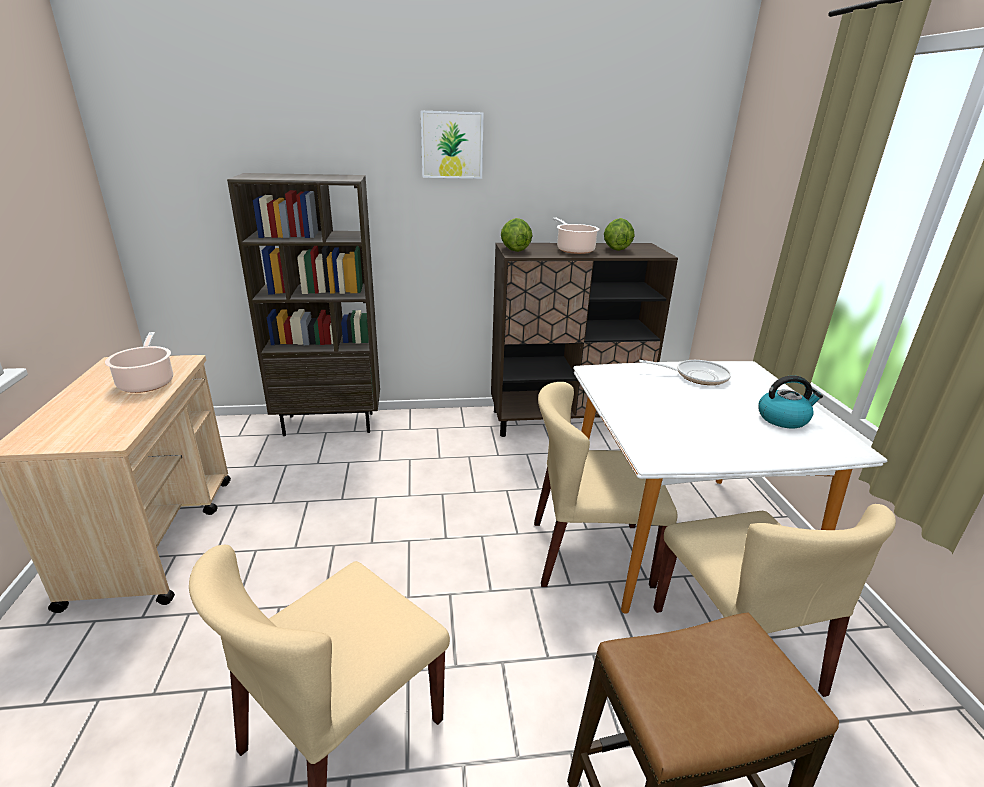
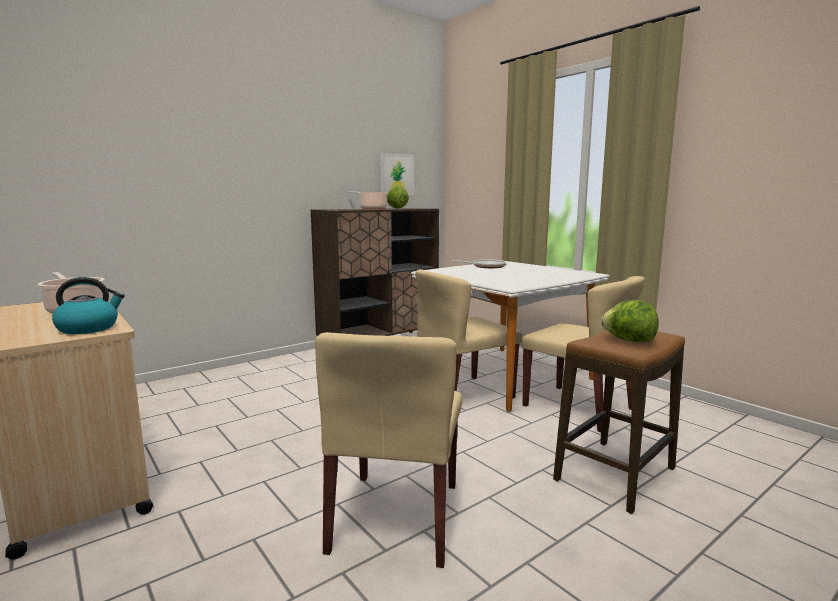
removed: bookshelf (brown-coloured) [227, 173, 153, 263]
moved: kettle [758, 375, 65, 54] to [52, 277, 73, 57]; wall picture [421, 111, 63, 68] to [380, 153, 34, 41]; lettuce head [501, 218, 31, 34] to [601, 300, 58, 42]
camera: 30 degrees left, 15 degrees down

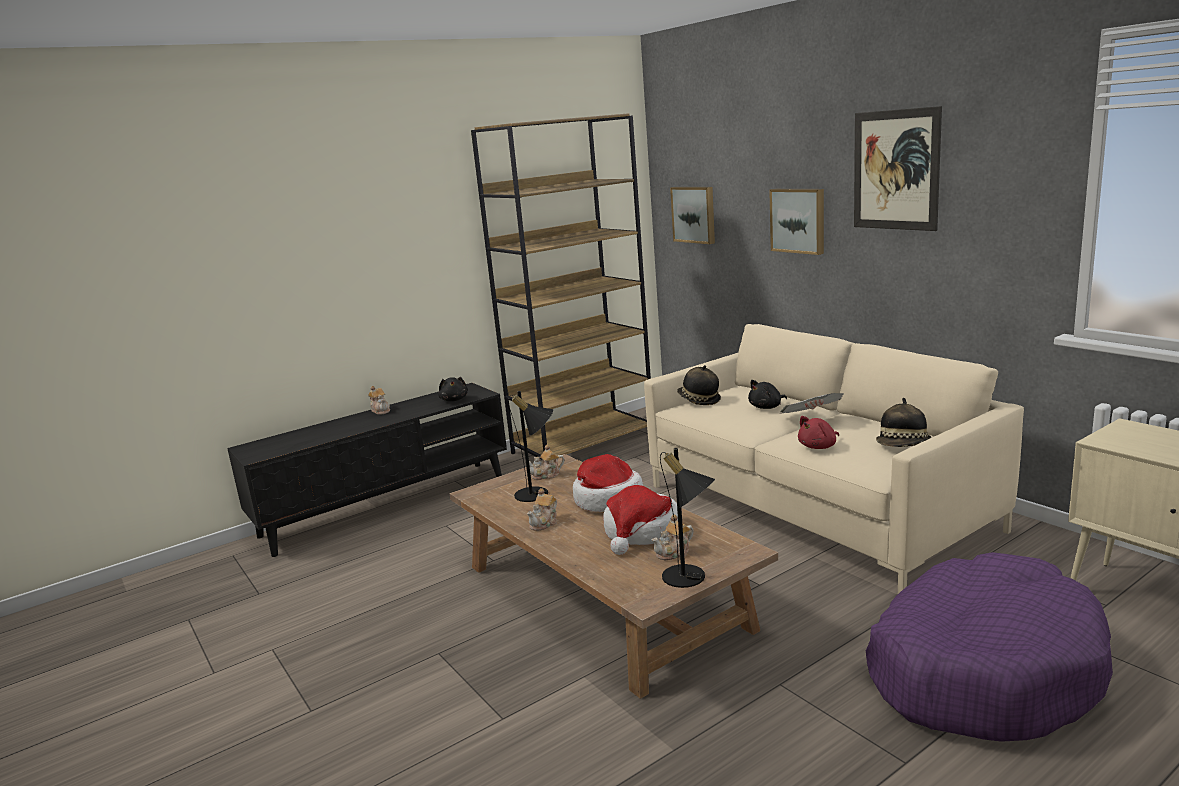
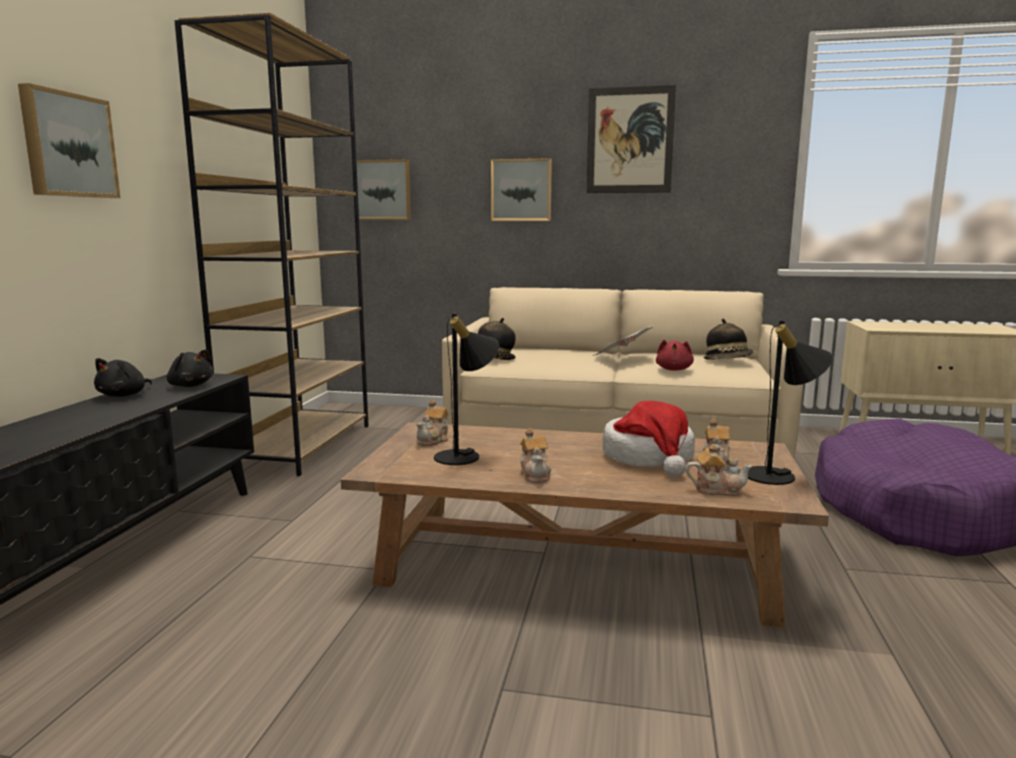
removed: wearable hat [573, 454, 70, 58]
added: wall picture [18, 83, 102, 115]
moved: soft toy (black) [748, 380, 39, 29] to [94, 358, 58, 39]; tea pot [368, 386, 22, 29] to [686, 444, 67, 52]
camera: 45 degrees left, 5 degrees down

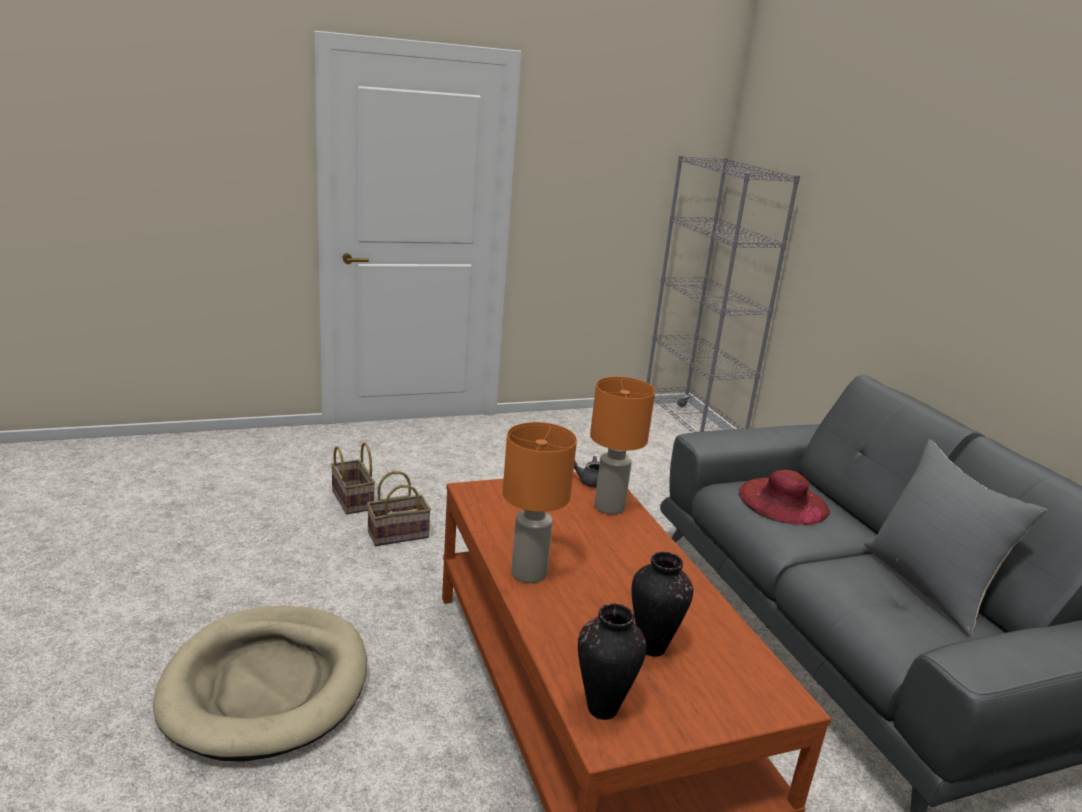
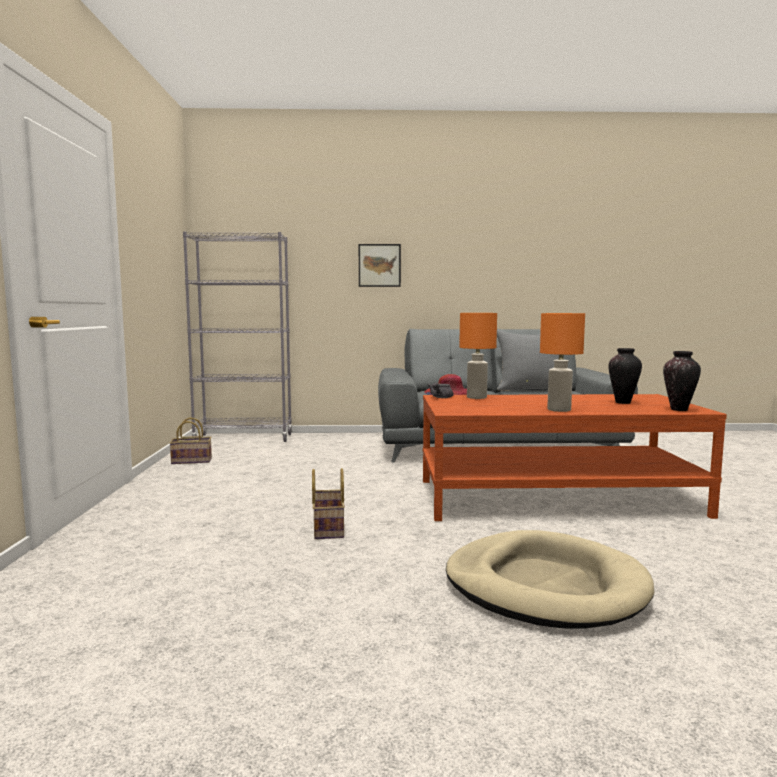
added: wall picture [359, 244, 42, 43]
moved: household basket [331, 442, 44, 72] to [169, 417, 43, 47]
camera: 70 degrees left, 15 degrees down

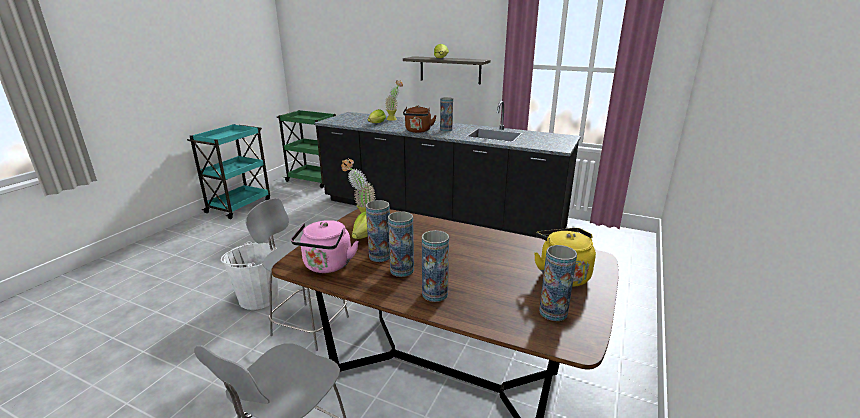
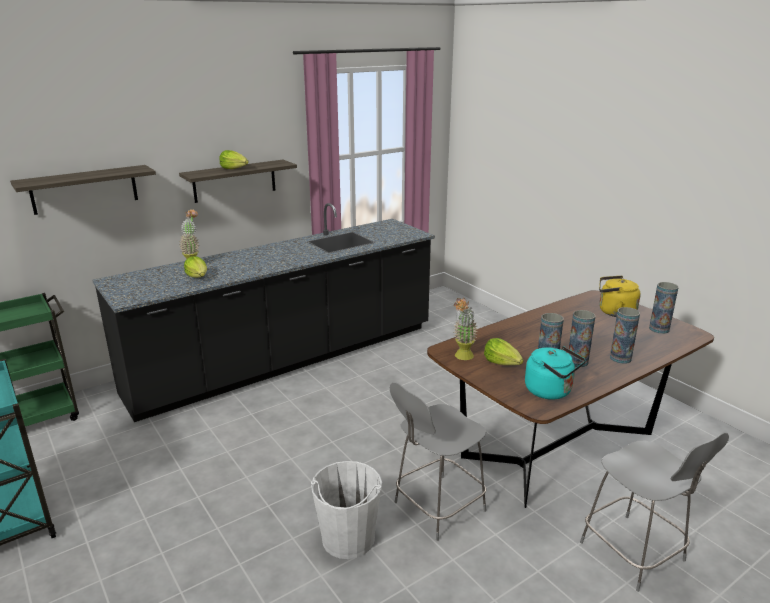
removed: kettle (brown-coloured) [403, 105, 34, 28]; decorative vase [440, 97, 13, 35]
added: shelf [10, 165, 146, 50]
recoloured: kettle (pink-coloured) [291, 220, 68, 53] to kettle (turquoise-coloured) [525, 346, 61, 54]
camera: 60 degrees left, 0 degrees up

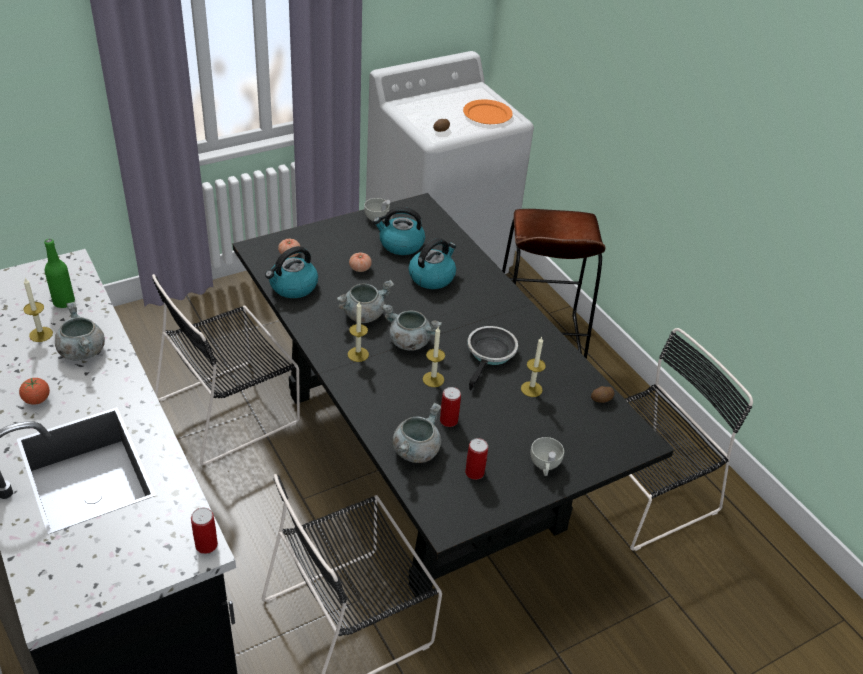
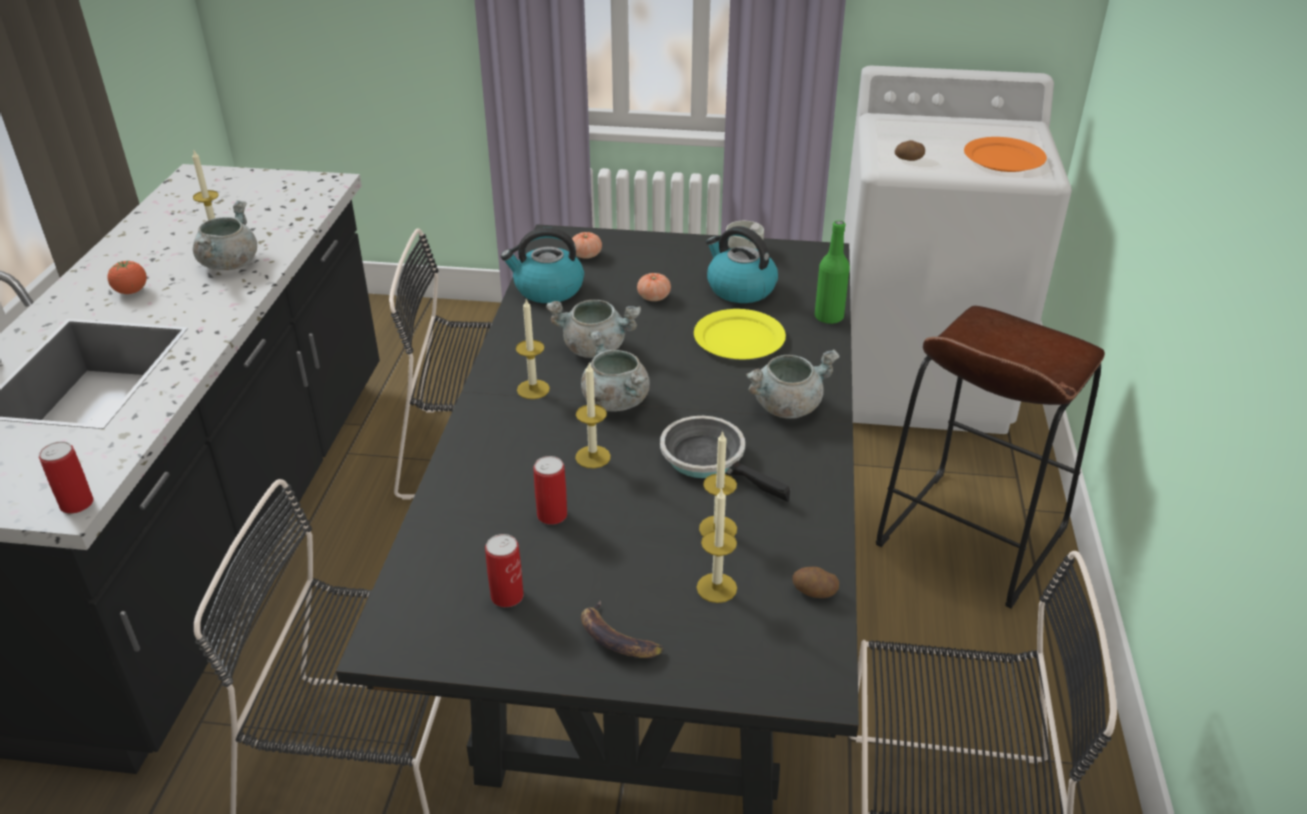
added: wax candle [697, 488, 40, 115]
moved: cooking pot (grey) [392, 403, 49, 60] to [746, 349, 94, 70]; drink bottle (greenish) [44, 239, 31, 69] to [815, 220, 35, 104]
replaced: cup (whitish) [530, 437, 34, 39] to banana [581, 600, 83, 58]; kettle [409, 238, 47, 51] to dinner plate (yellowish) [694, 309, 92, 50]
turned: skillet [468, 326, 50, 64] = [660, 416, 130, 86] 105 degrees counterclockwise
camera: 40 degrees right, 5 degrees down

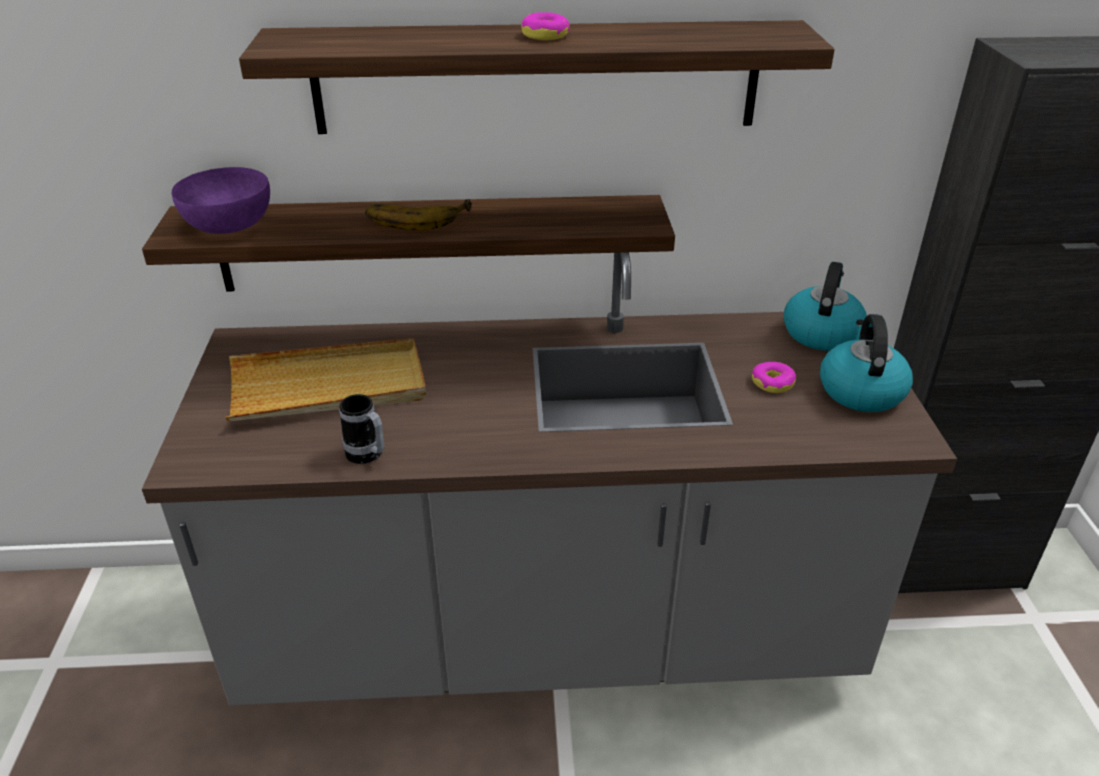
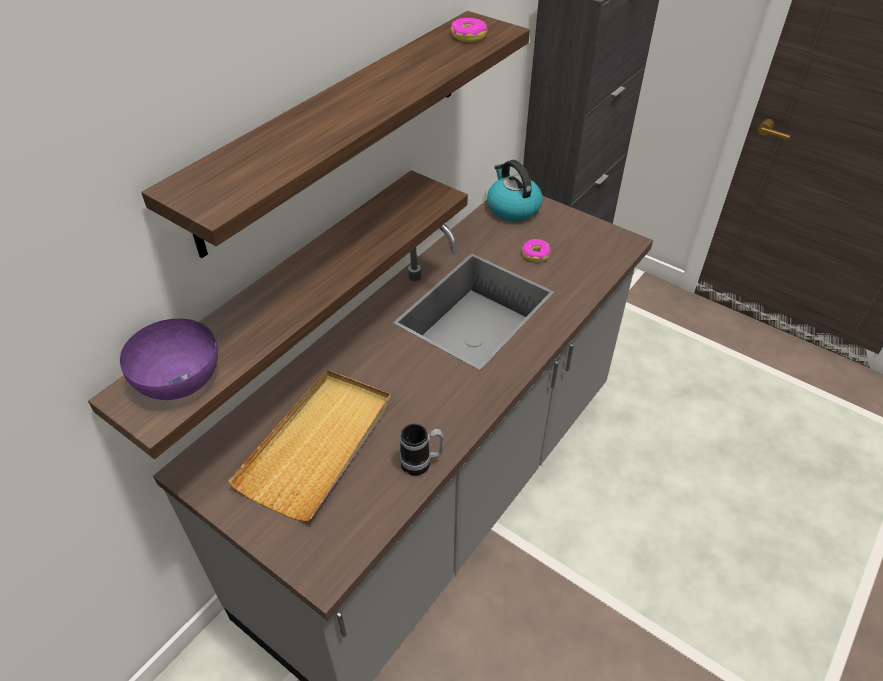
removed: banana [365, 199, 107, 31]; kettle [820, 314, 93, 98]
moved: doughnut [521, 12, 49, 28] to [451, 18, 36, 24]
camera: 50 degrees left, 10 degrees up

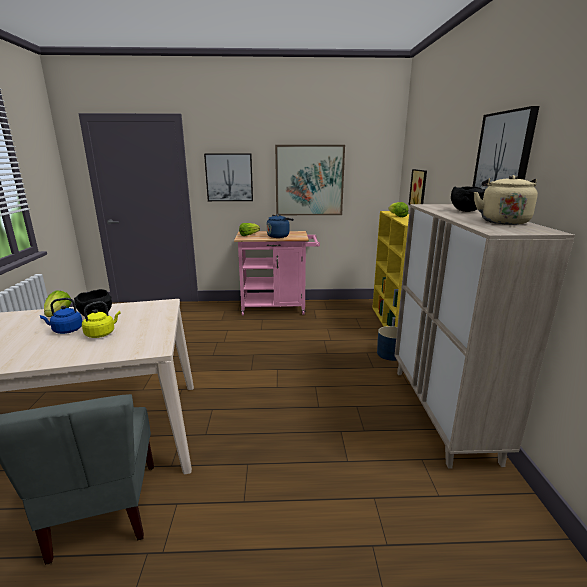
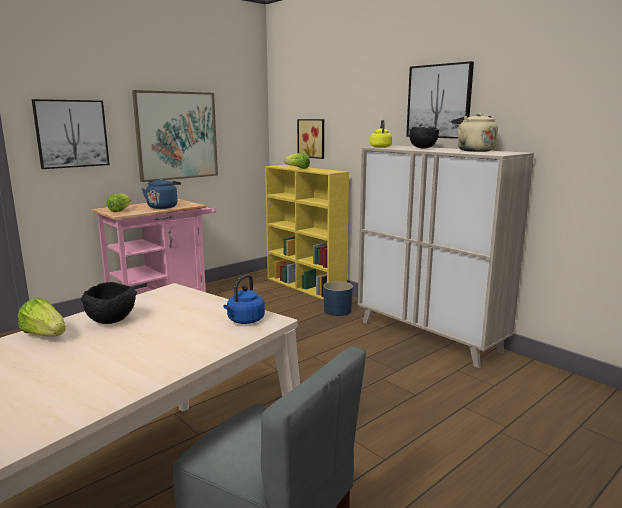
moved: kettle (bluish) [40, 298, 42, 36] to [223, 275, 42, 49]; kettle (yellowish) [82, 301, 39, 37] to [370, 119, 22, 29]
camera: 40 degrees left, 5 degrees down

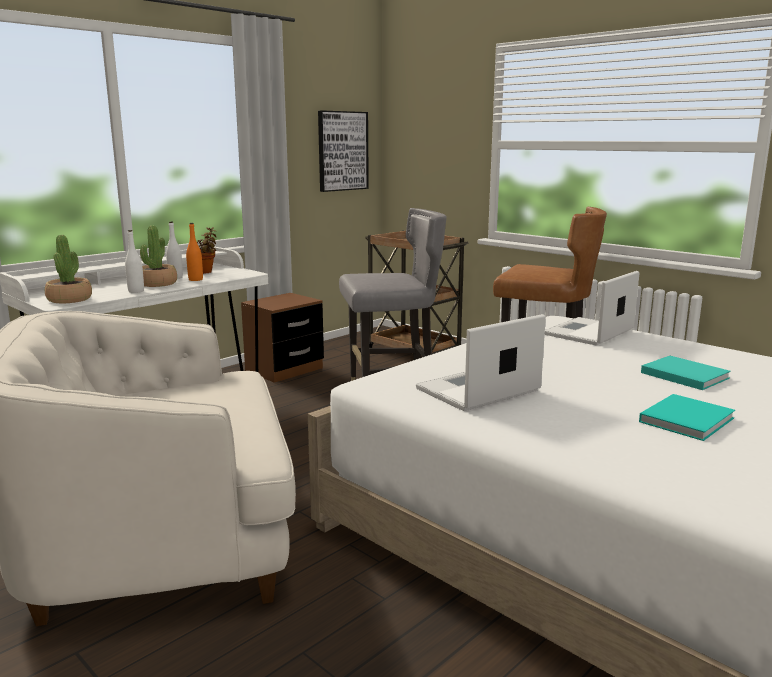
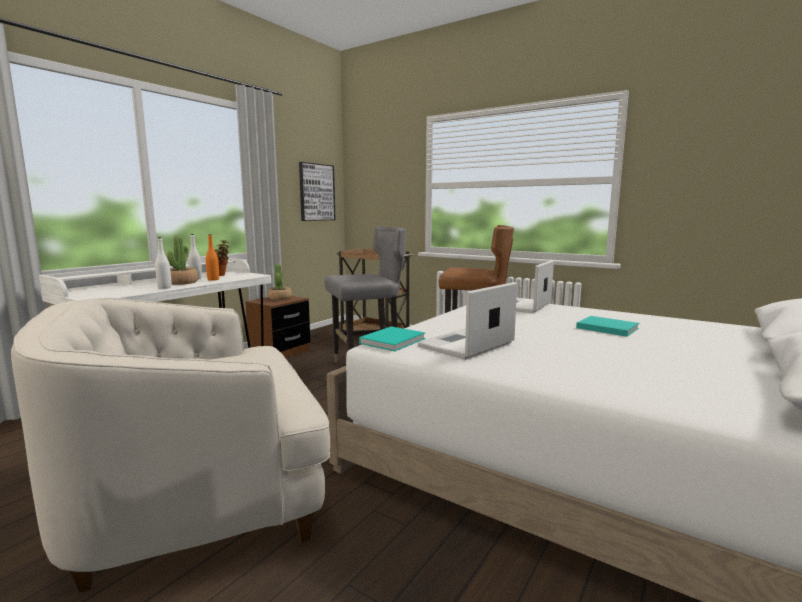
moved: plant in a pot [45, 235, 47, 68] to [268, 264, 24, 36]; book (turquoise-coloured) [639, 394, 96, 47] to [359, 326, 66, 25]
camera: 10 degrees left, 5 degrees down

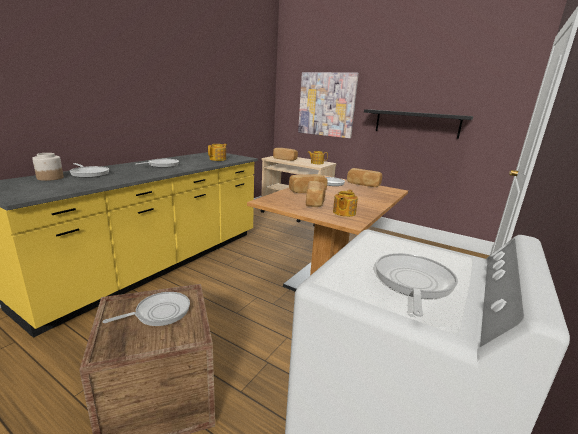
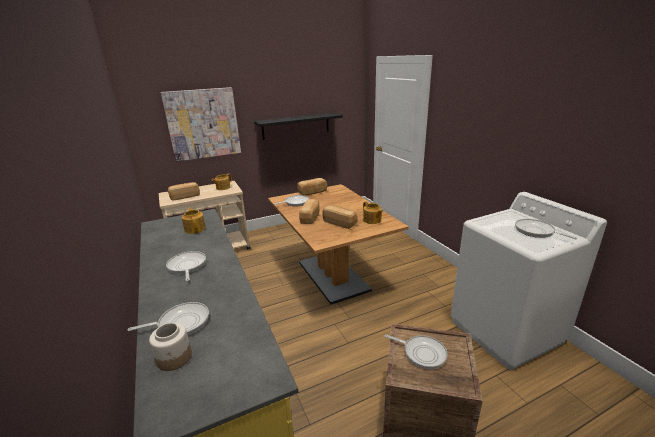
turned: skillet [103, 292, 87, 34] = [385, 334, 63, 35] 120 degrees clockwise
camera: 55 degrees left, 5 degrees up

